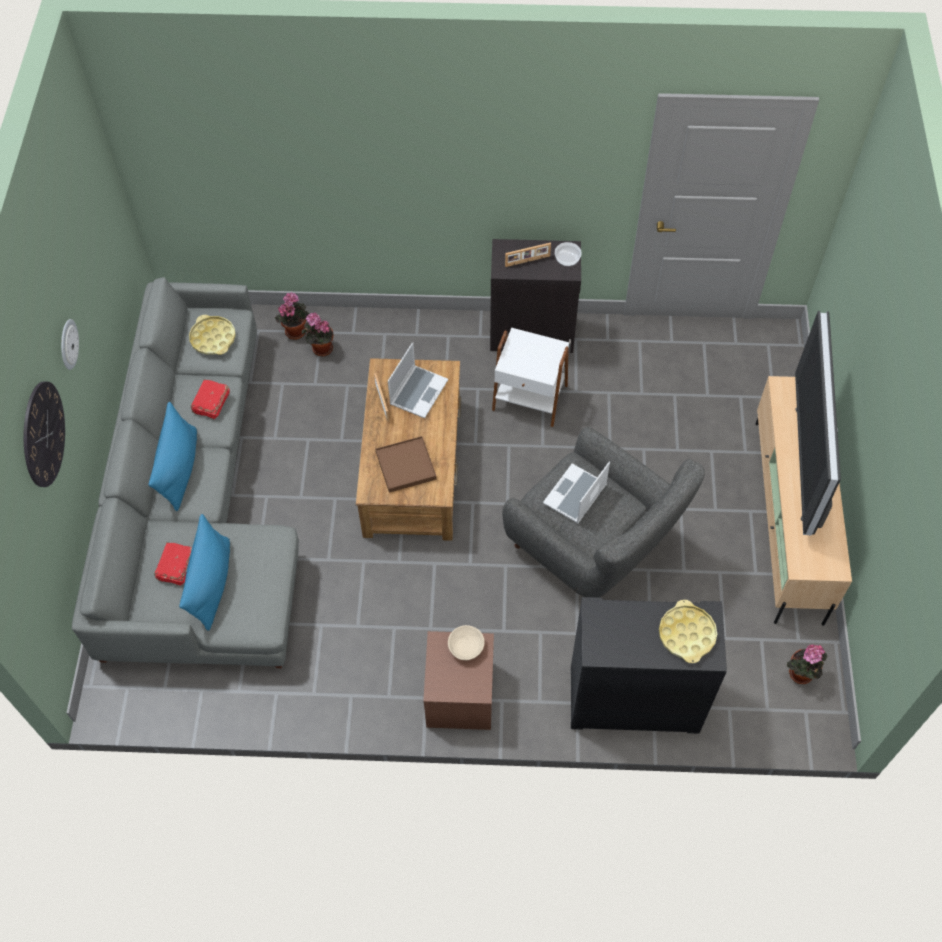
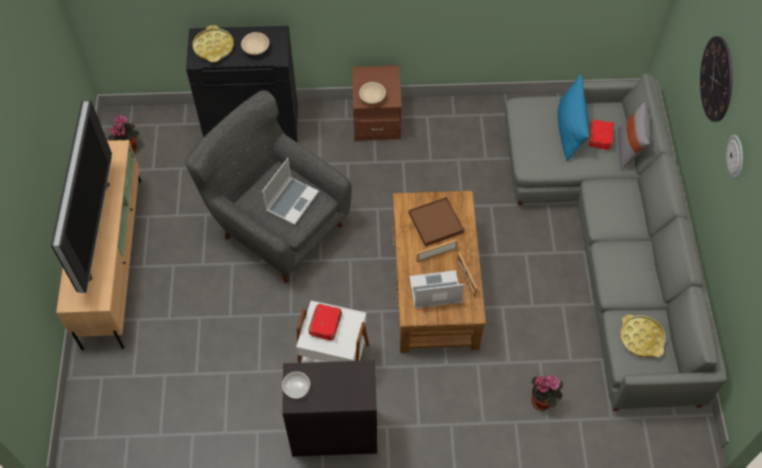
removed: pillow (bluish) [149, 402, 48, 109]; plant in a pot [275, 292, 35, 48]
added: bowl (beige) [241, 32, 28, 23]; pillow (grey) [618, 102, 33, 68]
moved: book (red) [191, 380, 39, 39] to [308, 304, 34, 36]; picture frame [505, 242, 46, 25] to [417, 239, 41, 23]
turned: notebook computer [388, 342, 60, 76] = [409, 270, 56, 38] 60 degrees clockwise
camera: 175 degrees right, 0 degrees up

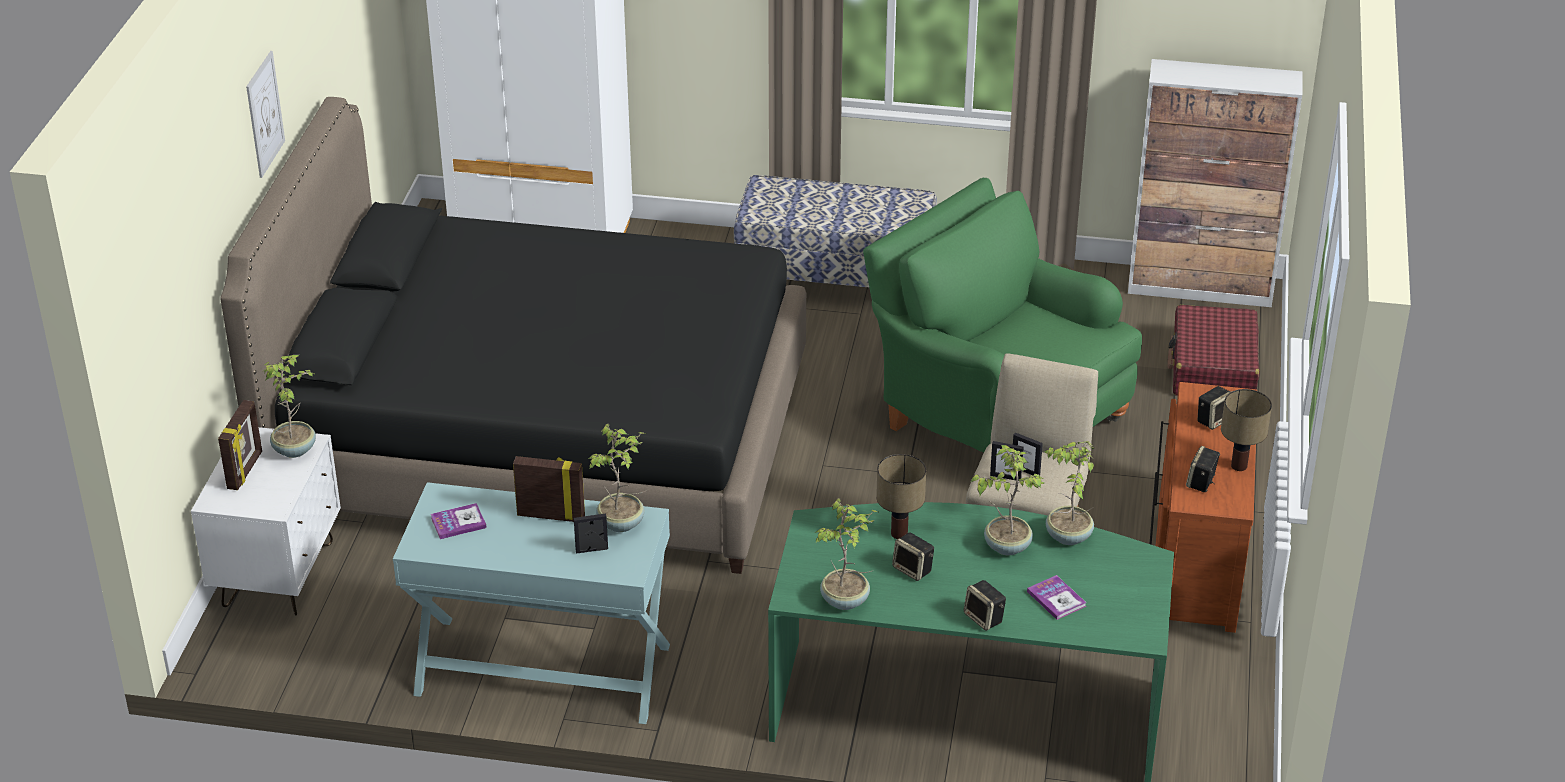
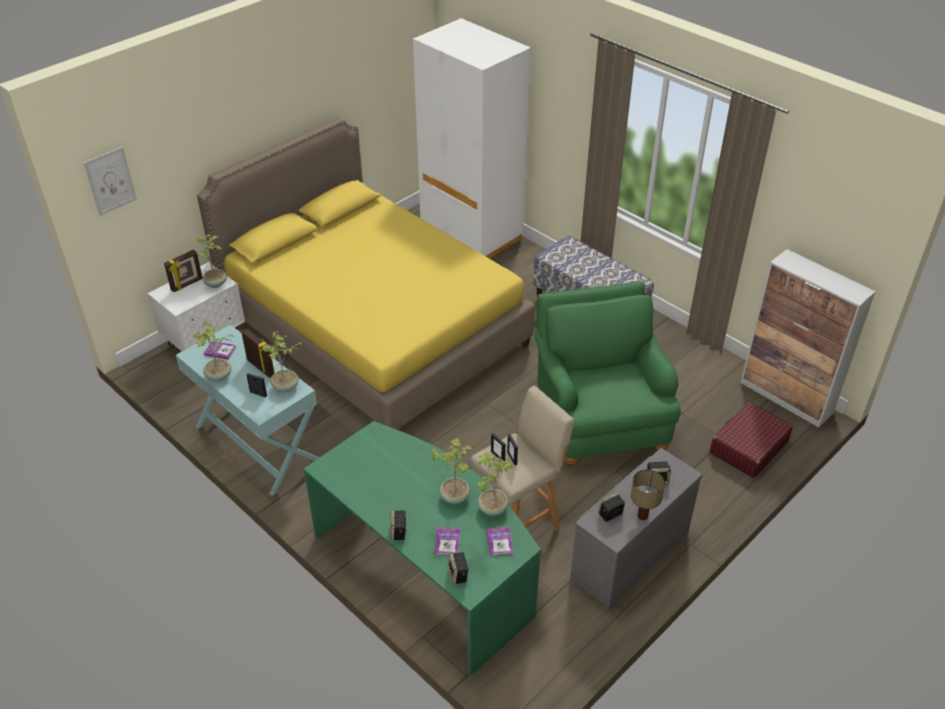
removed: tabletop lamp [876, 454, 50, 85]
added: book [486, 526, 28, 30]
moved: wall picture [246, 51, 39, 127] to [84, 147, 53, 69]; plant in a pot [816, 498, 62, 112] to [193, 320, 41, 61]; audio speaker [892, 532, 42, 49] to [448, 552, 21, 33]
recoloured: bed (black) [220, 97, 586, 477] to bed (yellowish) [197, 117, 338, 313]; drawer chest (brown-coloured) [1150, 382, 108, 251] to drawer chest (grey) [570, 448, 133, 163]
camera: 35 degrees right, 5 degrees up

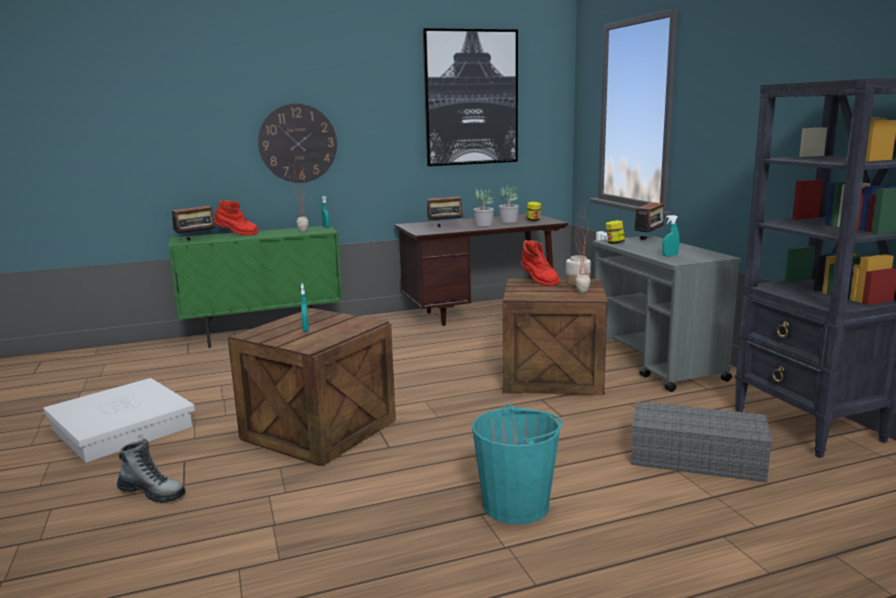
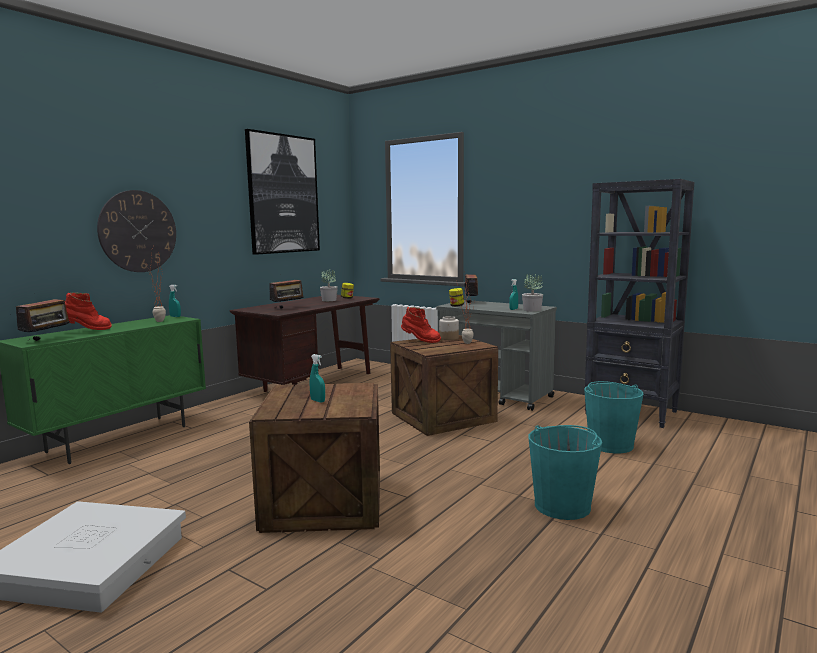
removed: tall boot [117, 439, 69, 64]
moved: plant in a pot [473, 188, 21, 38] to [522, 273, 21, 39]
replaced: storage box (grey) [631, 401, 142, 81] to water bucket (turquoise-coloured) [584, 381, 59, 72]
camera: 35 degrees left, 5 degrees down

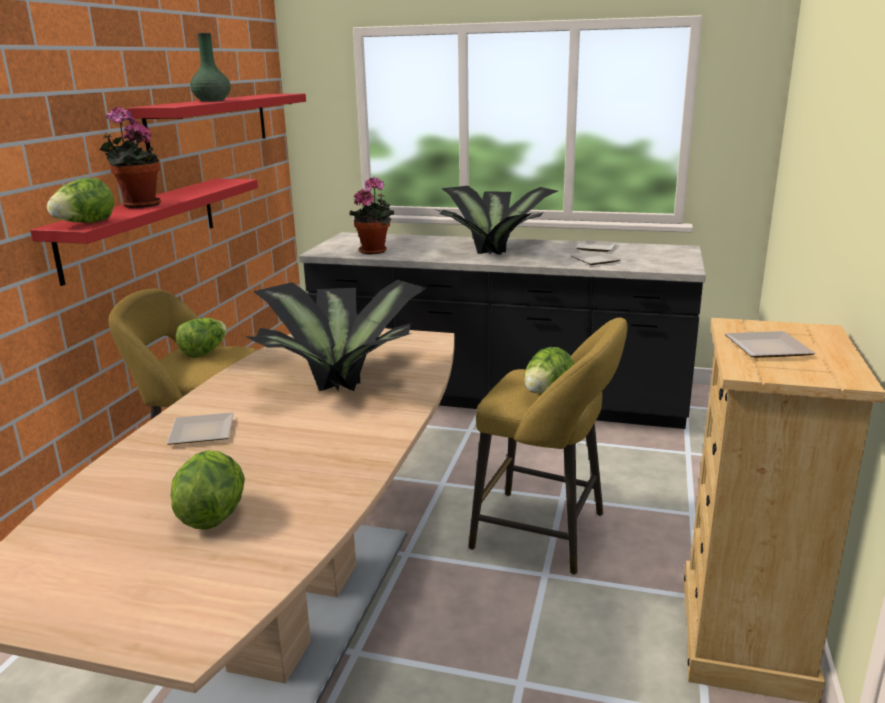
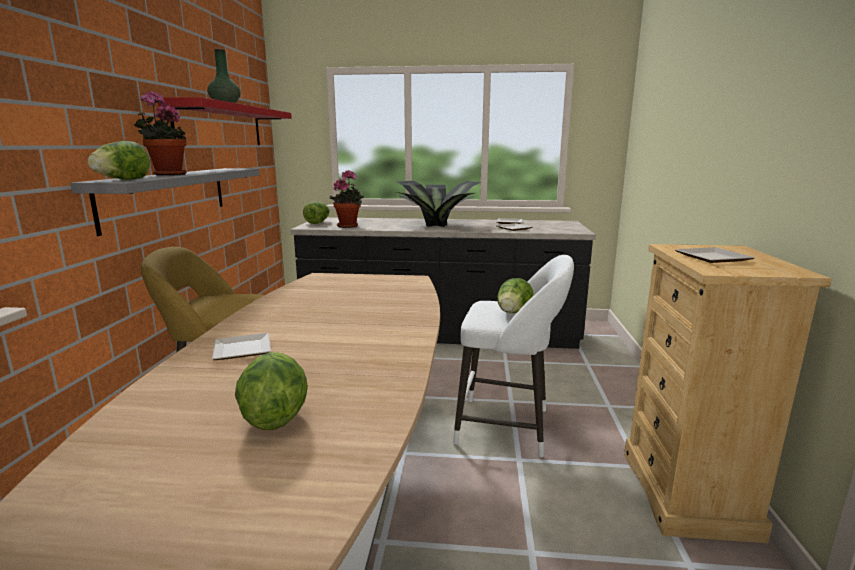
removed: plant in a pot [246, 280, 180, 111]
moved: lettuce head [176, 318, 51, 40] to [303, 202, 27, 22]
recoloured: shelf (red) [30, 179, 228, 107] to shelf (grey) [70, 168, 190, 68]; stool seat (yellowish) [469, 318, 159, 257] to stool seat (whitish) [453, 255, 121, 203]
camera: 10 degrees left, 5 degrees down

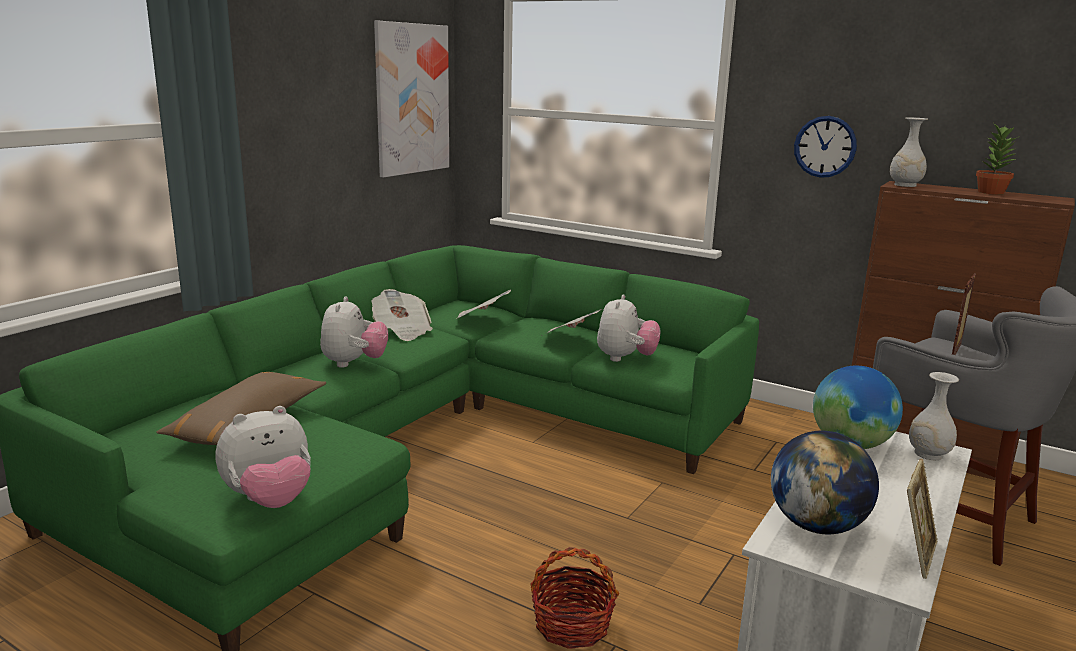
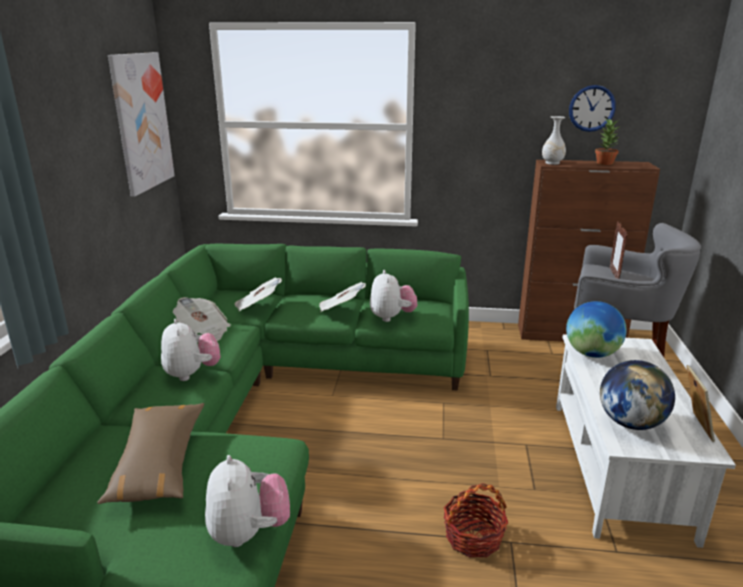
removed: decorative vase (whitish) [909, 372, 50, 88]
moved: clock on the wall [794, 116, 63, 62] to [569, 85, 47, 47]
turned: soft toy [216, 406, 95, 102] = [205, 455, 85, 92] 45 degrees counterclockwise
camera: 25 degrees left, 5 degrees up

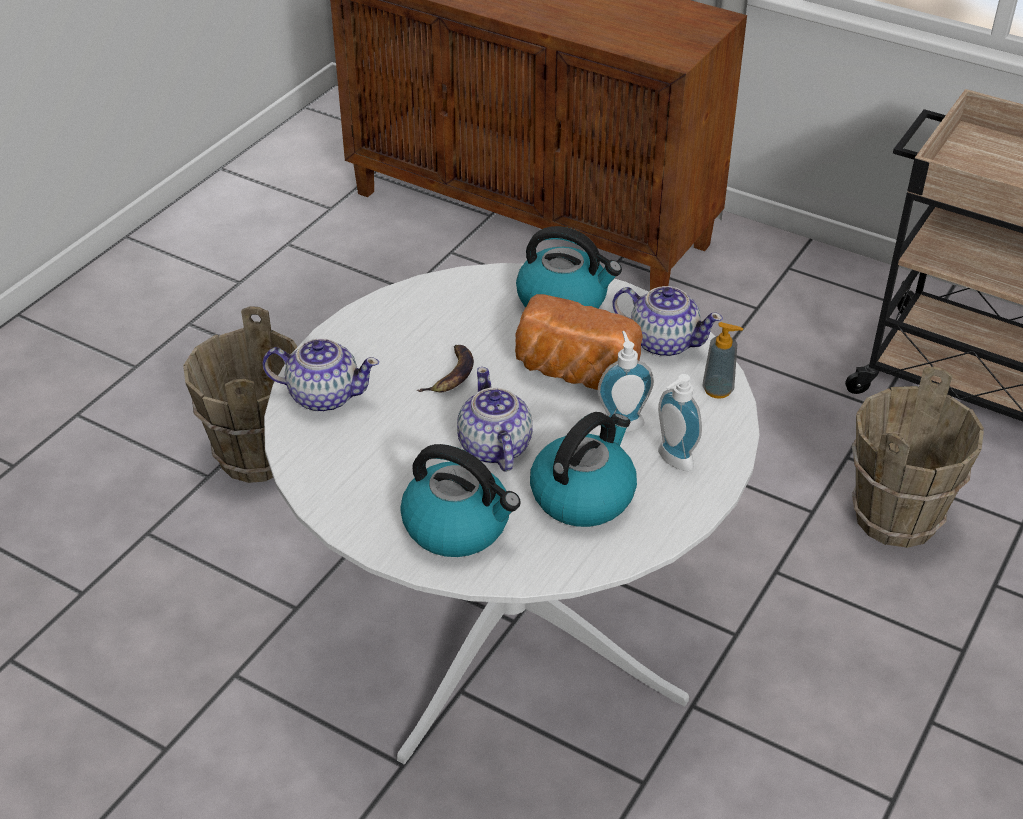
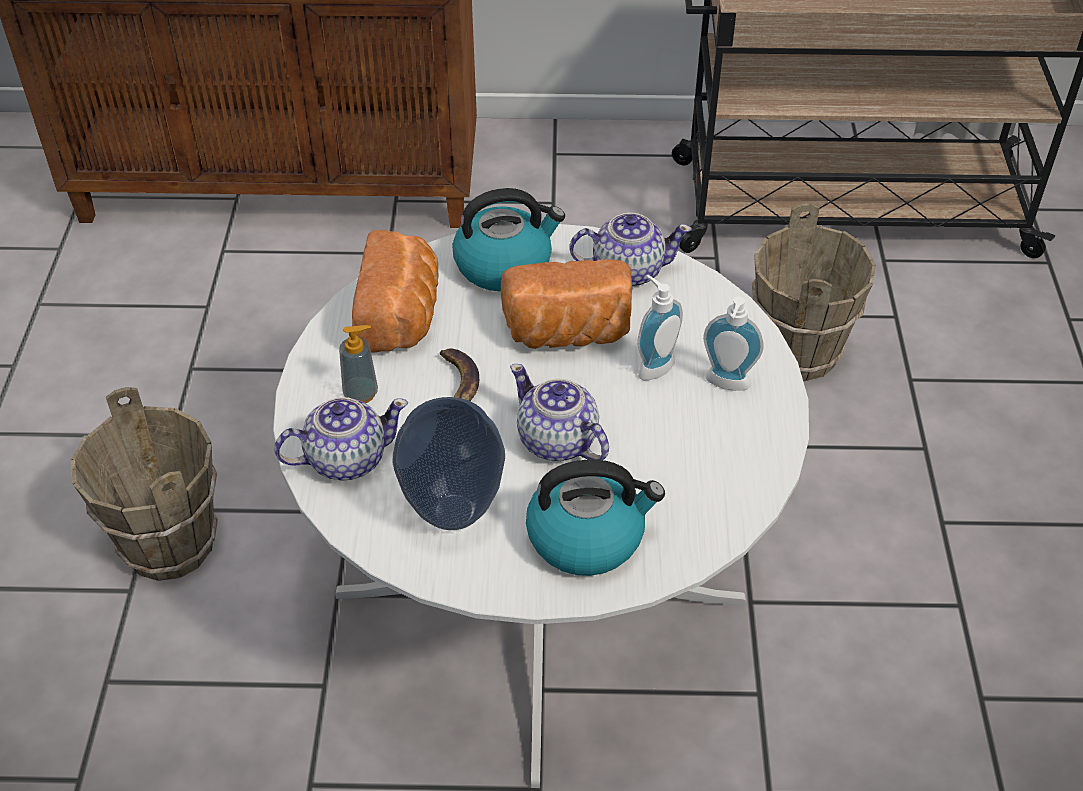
removed: kettle [530, 412, 107, 115]
added: bakery bread [352, 230, 86, 122]; decorative vase [393, 397, 112, 133]
moved: soap bottle [702, 322, 41, 77] to [339, 325, 39, 78]
camera: 30 degrees left, 5 degrees up

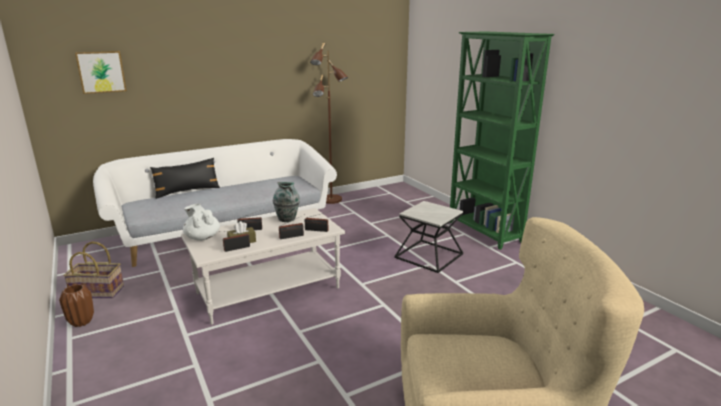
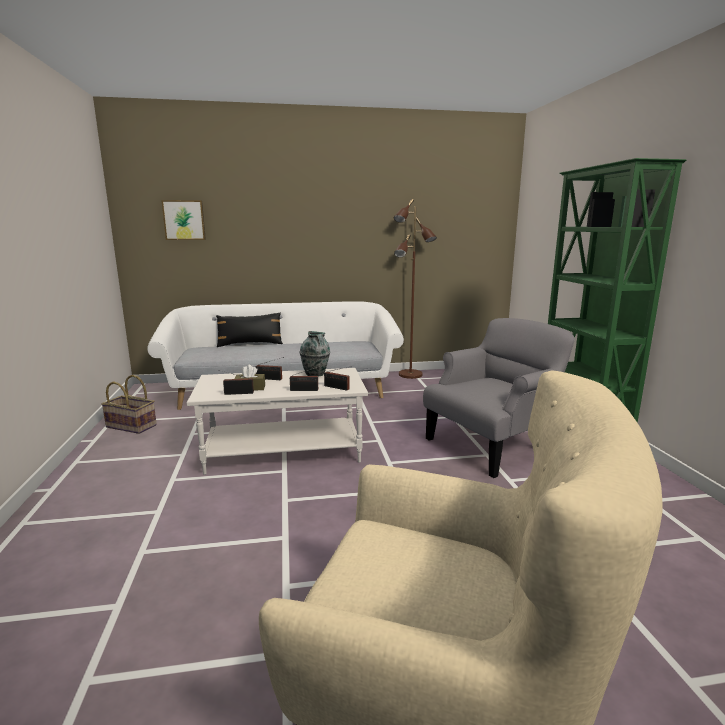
removed: decorative vase (brown-coloured) [59, 284, 35, 43]; tea pot (whitish) [183, 203, 37, 38]
replaced: end table [394, 201, 69, 72] to lounge chair (grey) [423, 318, 152, 160]
camera: 20 degrees right, 5 degrees down

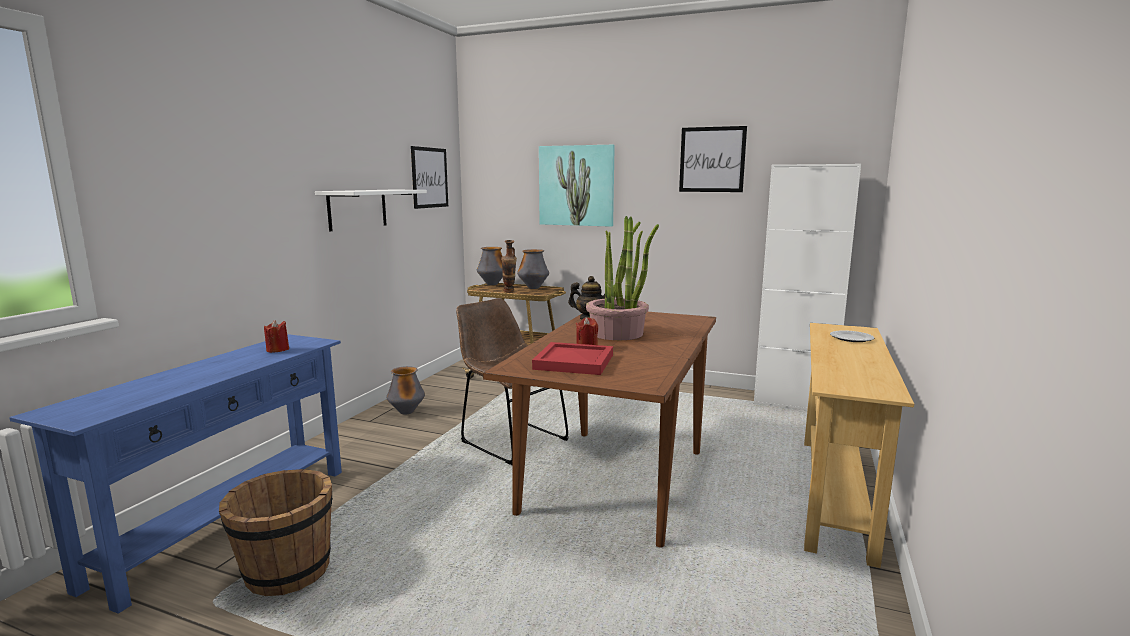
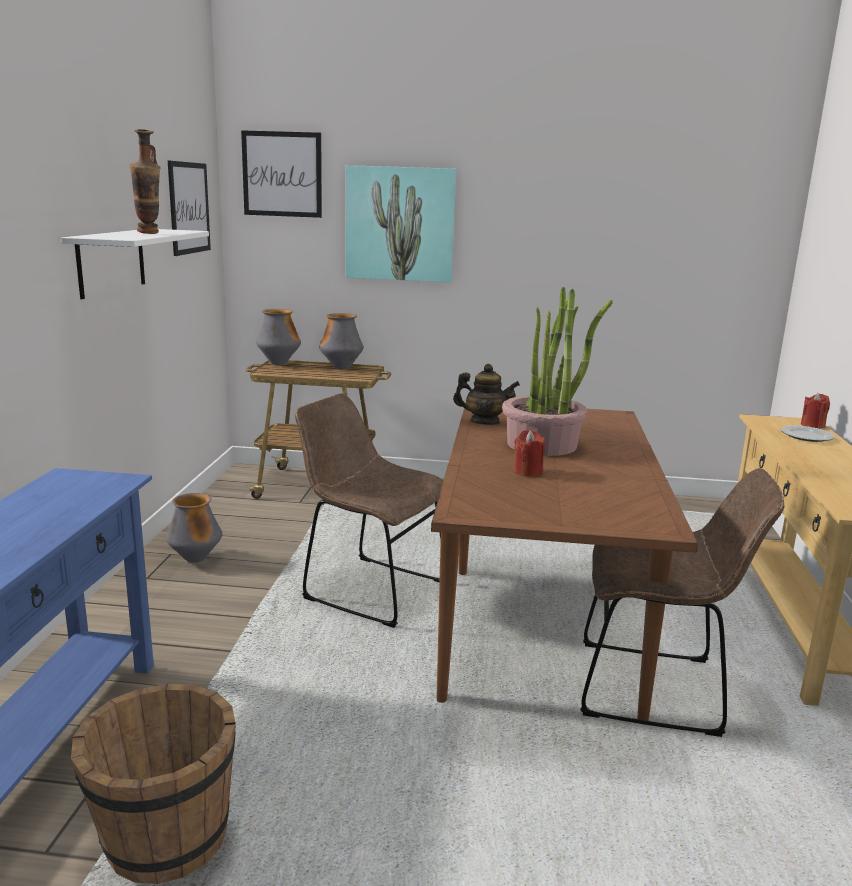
removed: carrying tray (red) [532, 342, 81, 33]; cabinet (whitish) [754, 164, 107, 246]
added: chair (brown-coloured) [581, 468, 203, 269]
moved: decorative vase [501, 240, 16, 53] to [129, 129, 31, 105]; wall picture [679, 126, 68, 66] to [241, 130, 81, 88]; wax candle (red) [264, 320, 25, 33] to [801, 393, 29, 36]
camera: 15 degrees left, 5 degrees up

